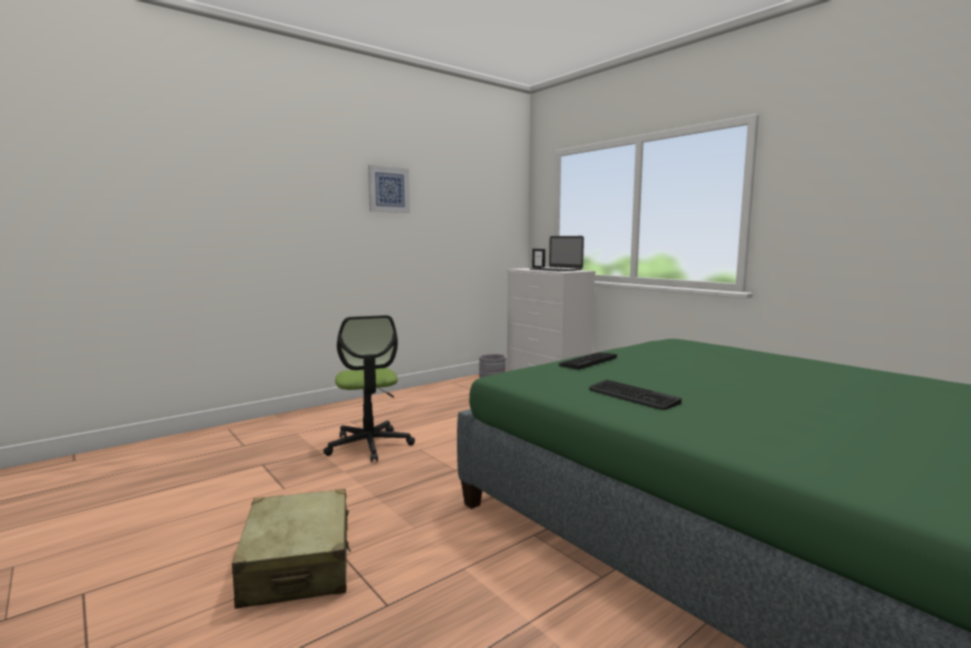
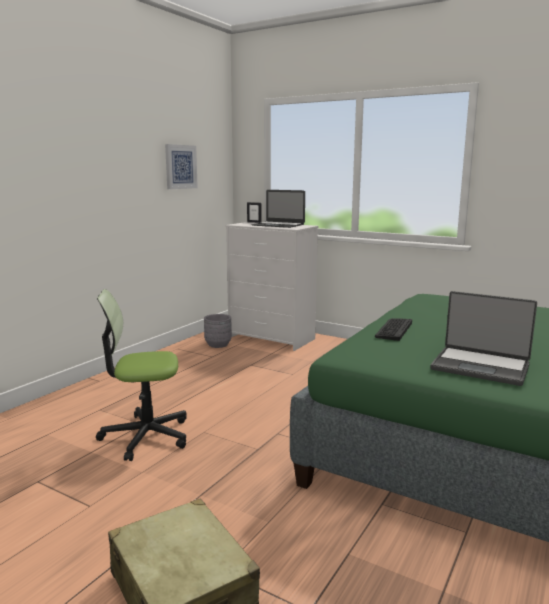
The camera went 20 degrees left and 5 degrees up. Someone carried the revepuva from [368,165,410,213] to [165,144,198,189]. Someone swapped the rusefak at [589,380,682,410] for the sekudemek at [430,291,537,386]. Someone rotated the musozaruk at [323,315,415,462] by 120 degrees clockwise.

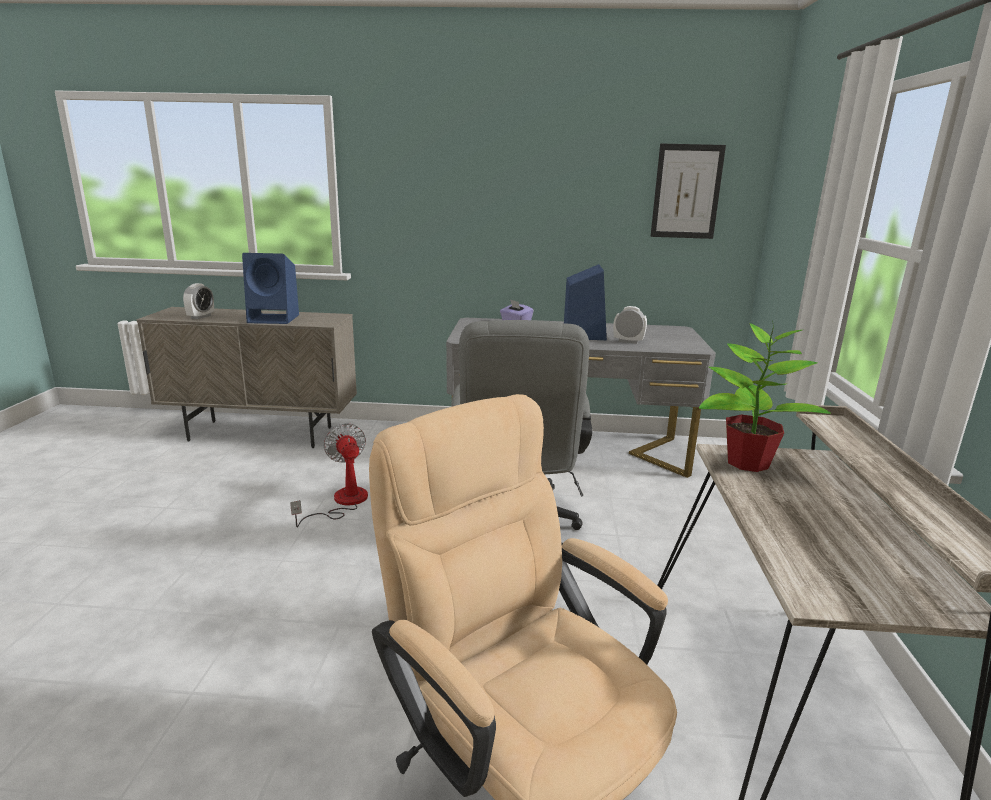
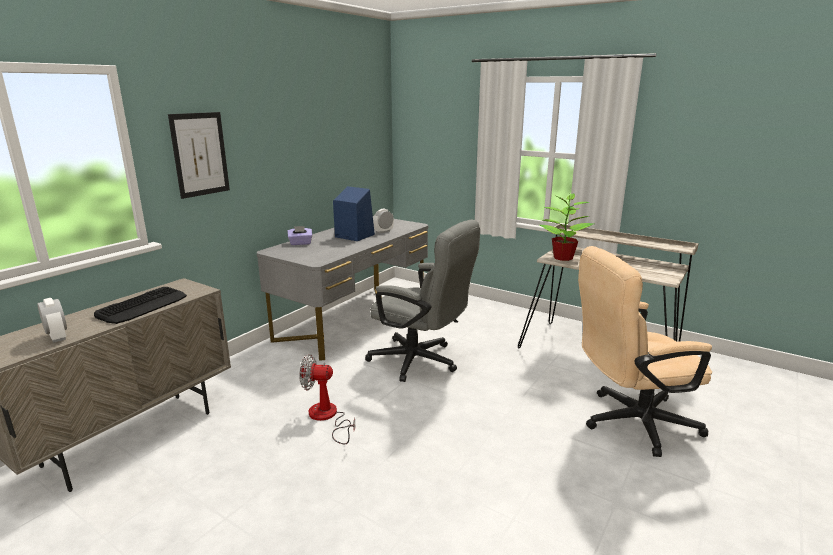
The camera went 60 degrees left and 0 degrees up. Someone carried the revepuva from [651,144,726,239] to [168,112,230,199]. Someone swapped the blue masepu at [242,253,299,324] for the rusefak at [94,287,187,324].

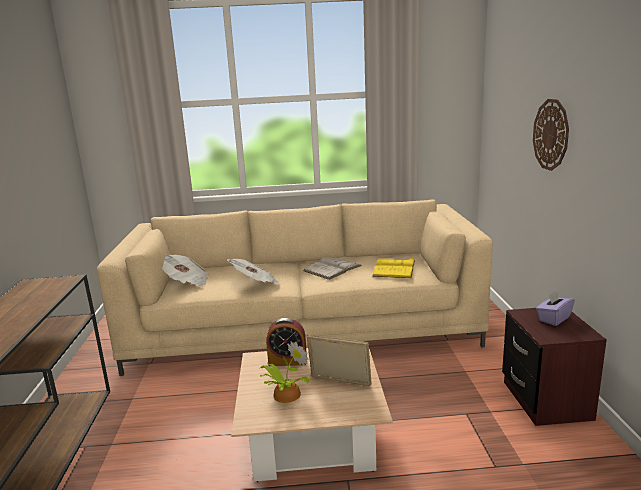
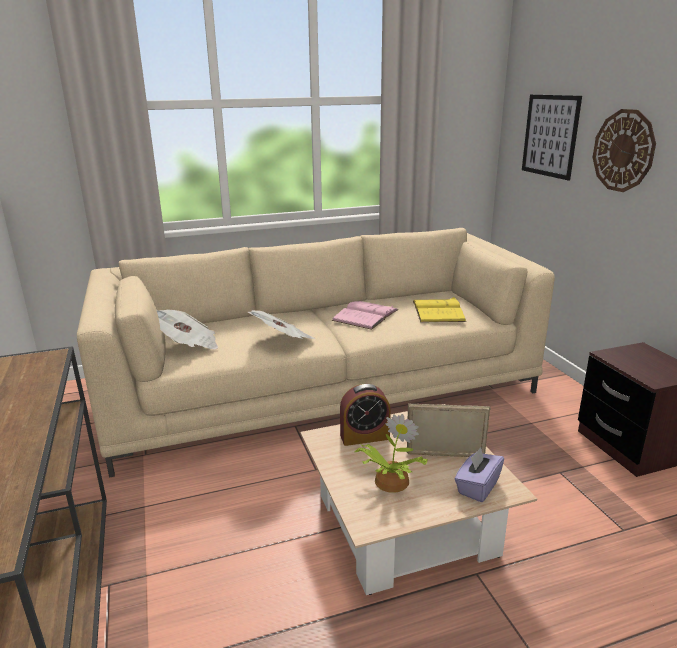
The camera went 15 degrees left and 5 degrees up. Someone put up the revepuva at [522,95,582,181]. Someone carried the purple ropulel from [536,290,575,326] to [455,447,504,502]. Someone repainted the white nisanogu at [303,257,362,280], which became the pink nisanogu at [332,301,398,330].

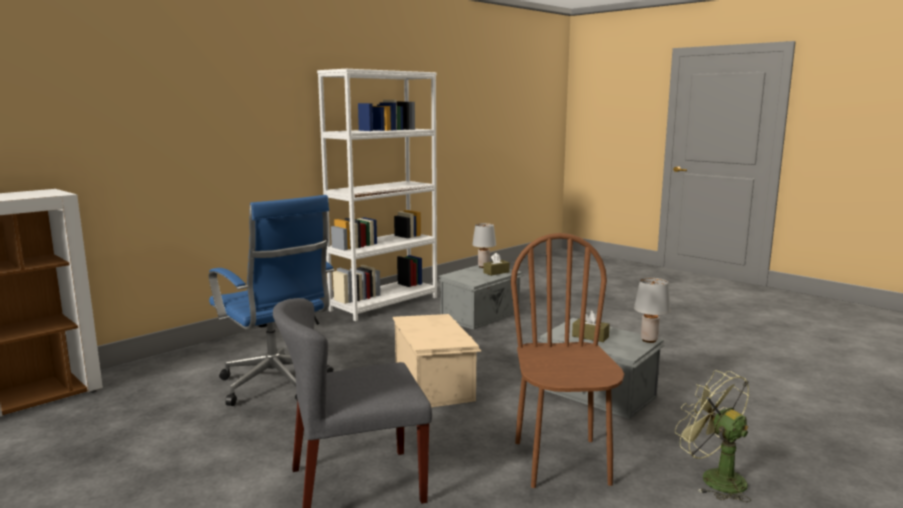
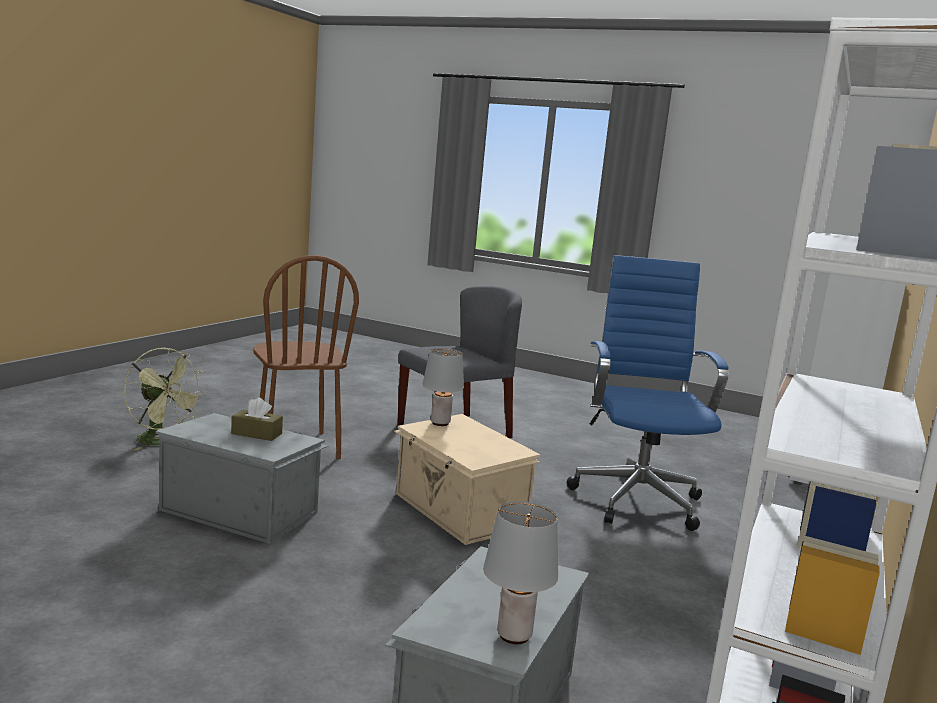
The camera went 160 degrees right and 0 degrees up. Someone took away the brown ropulel at [483,253,510,276]. Someone carried the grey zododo from [634,278,670,343] to [423,348,464,426]. Someone rotated the blue musozaruk at [208,195,335,406] by 60 degrees clockwise.

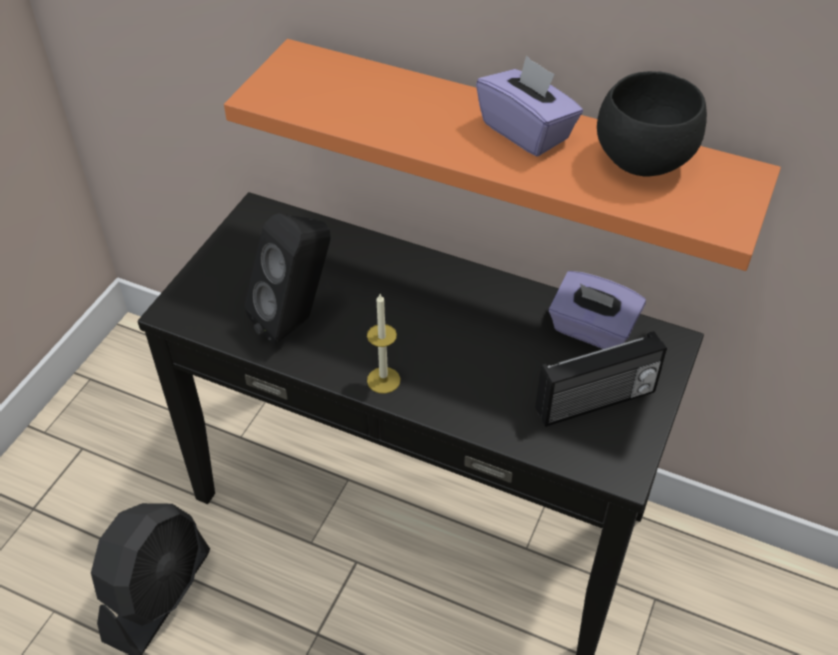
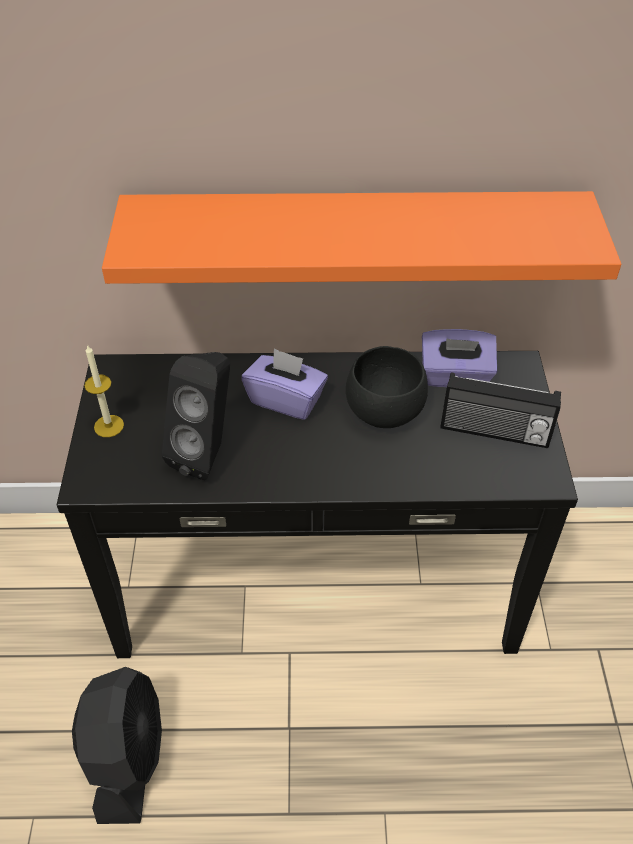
The camera went 25 degrees left and 0 degrees up. Someone carried the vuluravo from [367,294,401,394] to [84,344,124,437]. Someone carried the purple ropulel from [476,55,583,157] to [242,348,328,420]. Someone carried the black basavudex from [597,71,707,176] to [346,346,428,428]. Someone rotated the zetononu at [535,331,667,427] by 60 degrees clockwise.

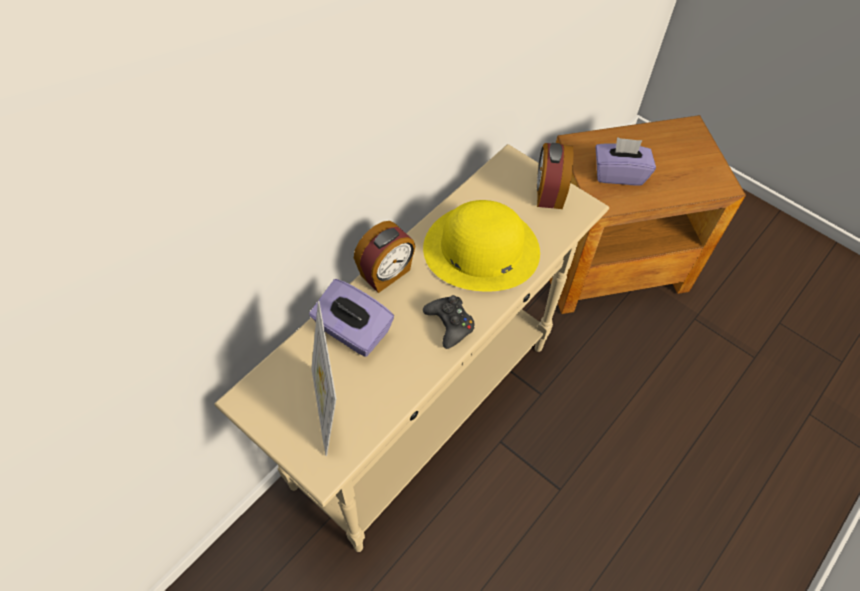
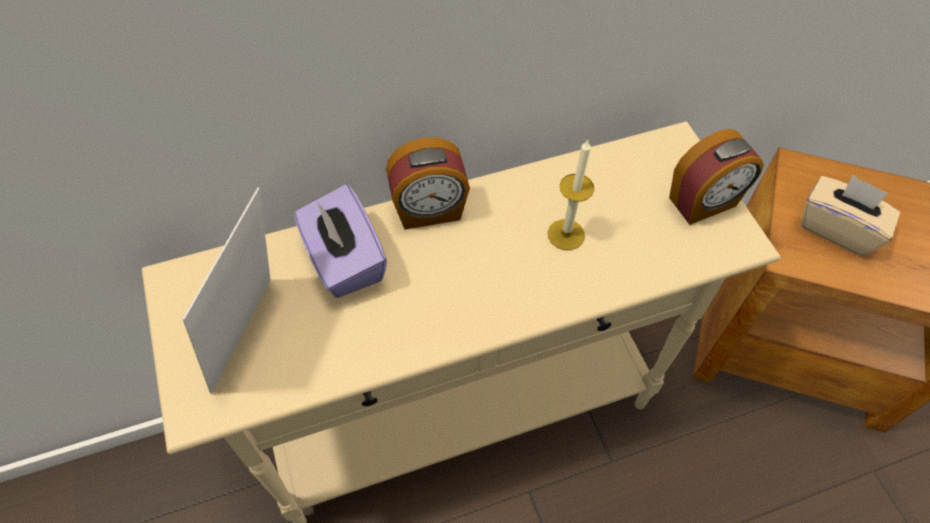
The camera went 30 degrees right and 0 degrees up. Someone took away the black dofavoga at [423,295,475,349]. Someone swapped the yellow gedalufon at [423,200,540,292] for the vuluravo at [548,139,594,250]. Someone repainted the purple ropulel at [595,137,656,185], which became the beige ropulel at [801,175,900,256]. Someone rotated the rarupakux at [537,143,574,209] by 150 degrees counterclockwise.

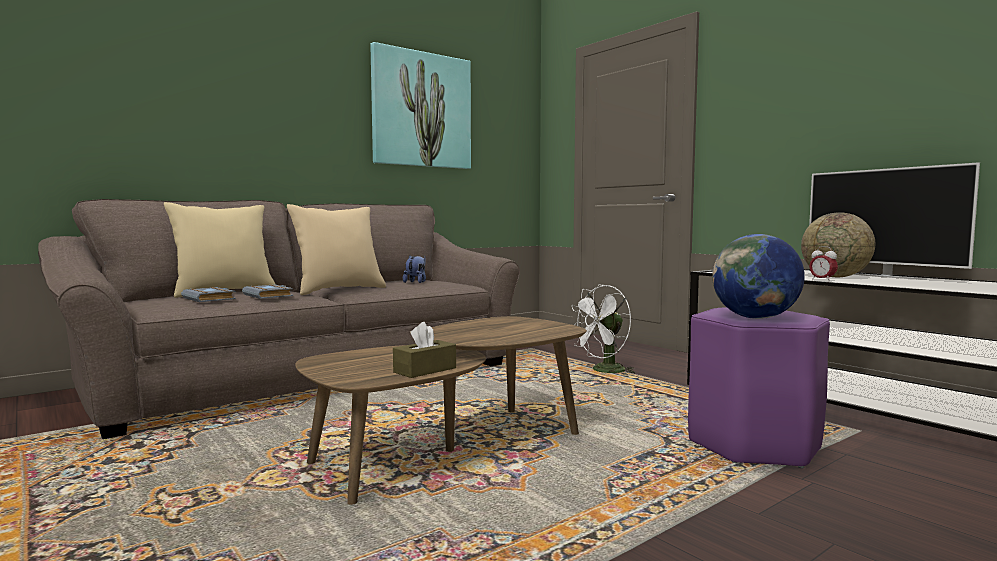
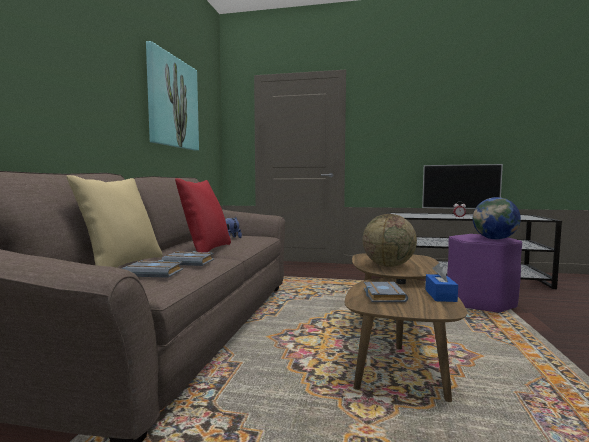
The camera went 40 degrees left and 0 degrees up. Someone took away the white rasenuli at [572,284,636,376]. Someone put down the grey nisanogu at [364,281,408,302]. Someone carried the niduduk from [801,212,875,277] to [363,214,417,267]. Someone repainted the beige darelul at [287,204,386,295], which became the red darelul at [175,178,231,253]. Someone repainted the brown ropulel at [393,322,456,378], which became the blue ropulel at [425,263,458,302].

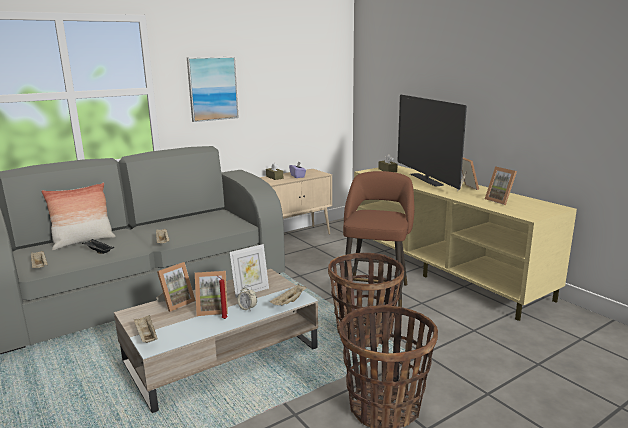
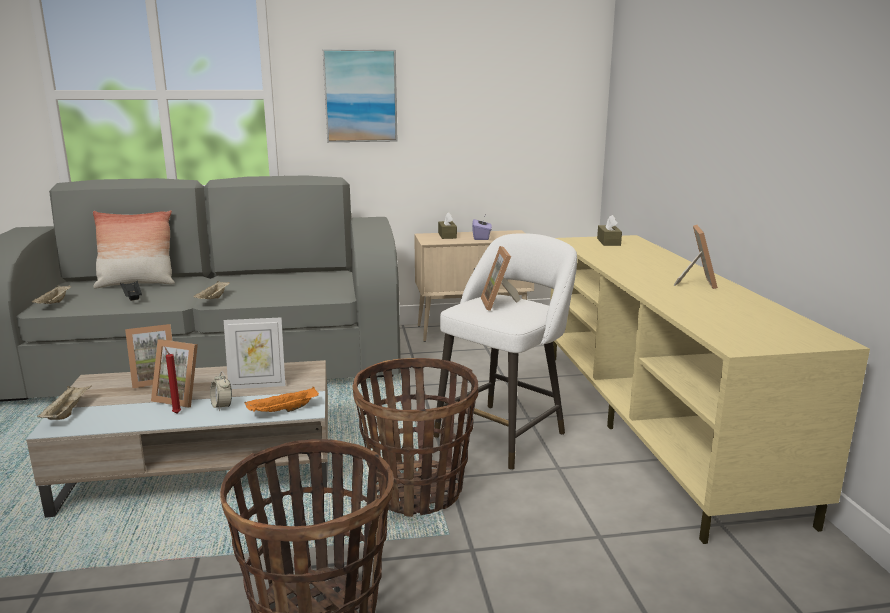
The camera went 25 degrees right and 0 degrees up. Someone took away the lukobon at [398,95,467,189]. Someone carried the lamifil from [485,166,517,205] to [481,246,520,311]. Someone repainted the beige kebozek at [270,284,307,305], which became the orange kebozek at [245,387,319,412]. Someone repainted the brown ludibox at [343,171,414,307], which became the white ludibox at [434,233,577,470].

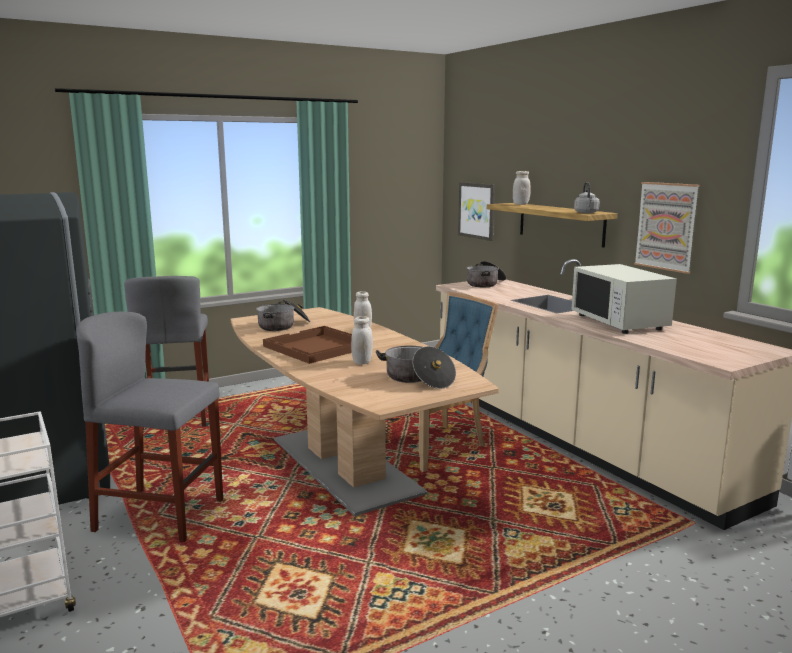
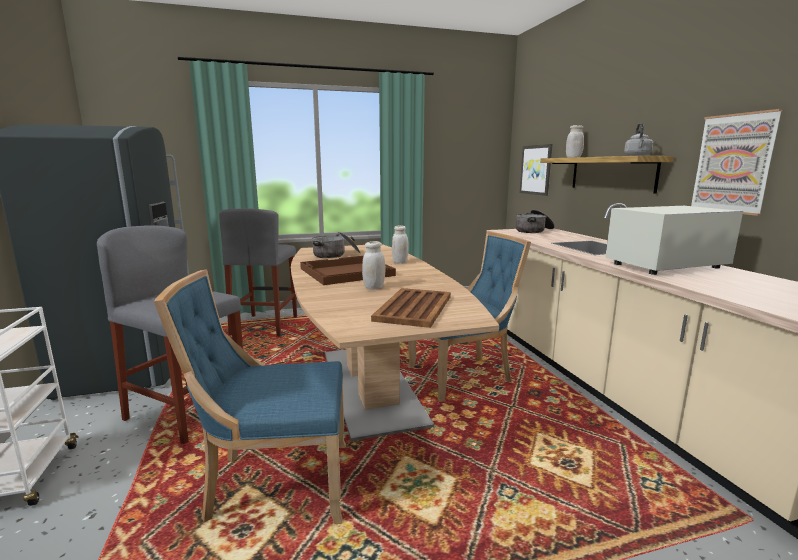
The camera went 15 degrees right and 0 degrees up. Someone put down the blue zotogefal at [154,270,346,524]. Someone swapped the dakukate at [376,346,456,389] for the brown kebozek at [371,288,451,328]. Someone rotated the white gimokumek at [571,264,677,334] by 75 degrees clockwise.

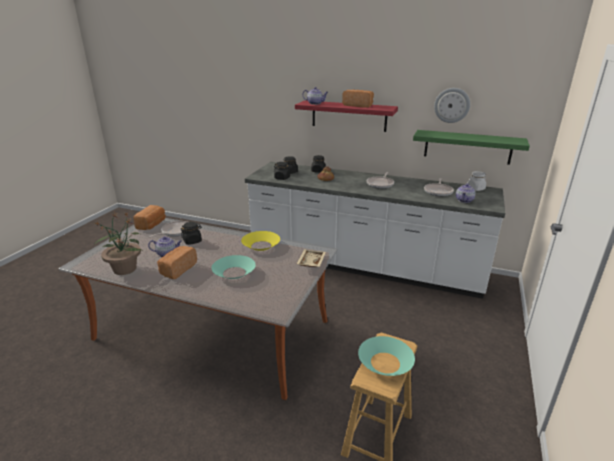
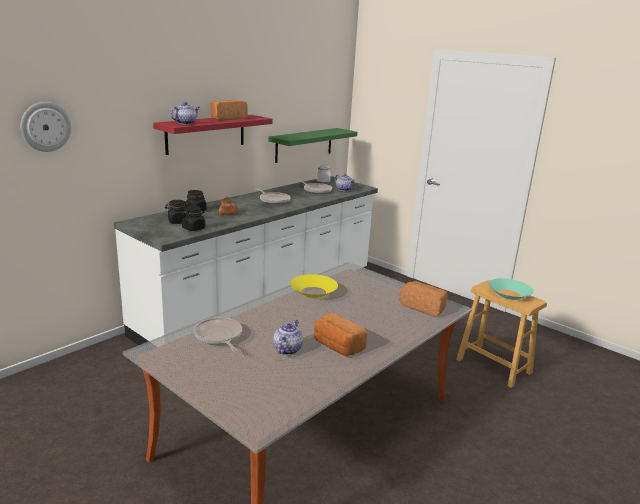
The camera went 70 degrees left and 5 degrees down. Someone took away the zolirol at [94,212,141,275]. Someone took away the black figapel at [181,222,202,245]. Someone took away the turquoise basavudex at [211,255,256,279]. Someone took away the beige kebozek at [296,249,326,267]. Someone carried the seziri from [133,205,166,230] to [399,281,448,316]. Someone carried the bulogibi from [434,88,470,123] to [21,102,71,152].

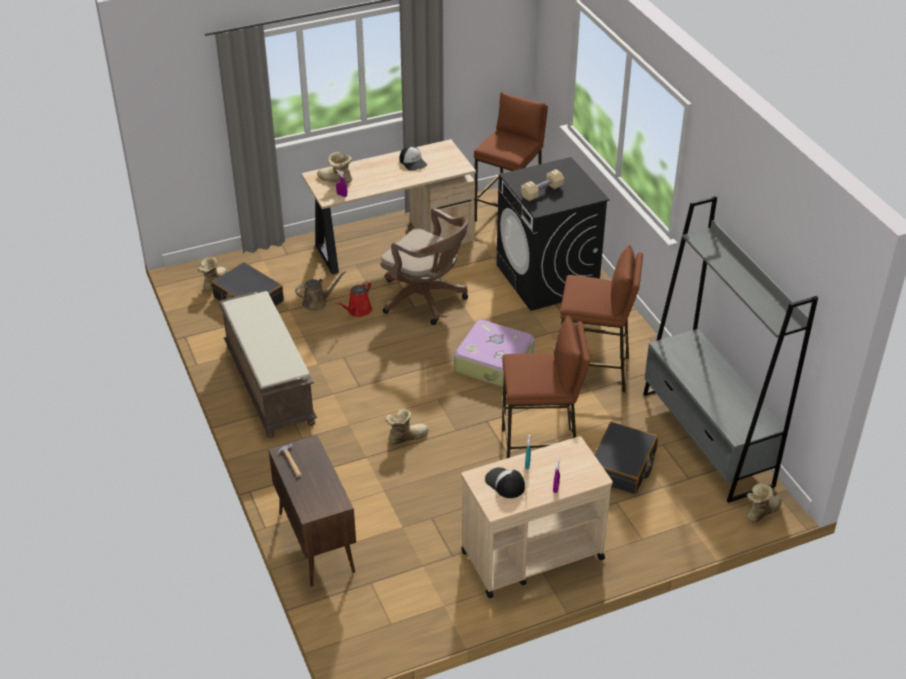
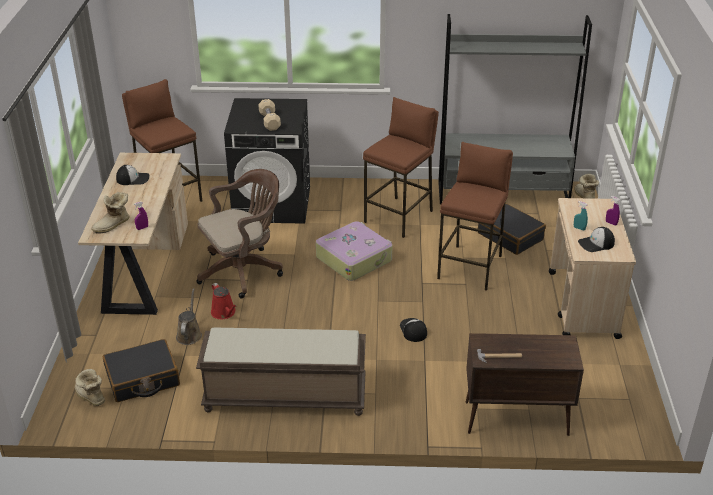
The camera went 65 degrees left and 5 degrees down. Someone swapped the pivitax at [385,409,429,444] for the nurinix at [400,318,427,342].

